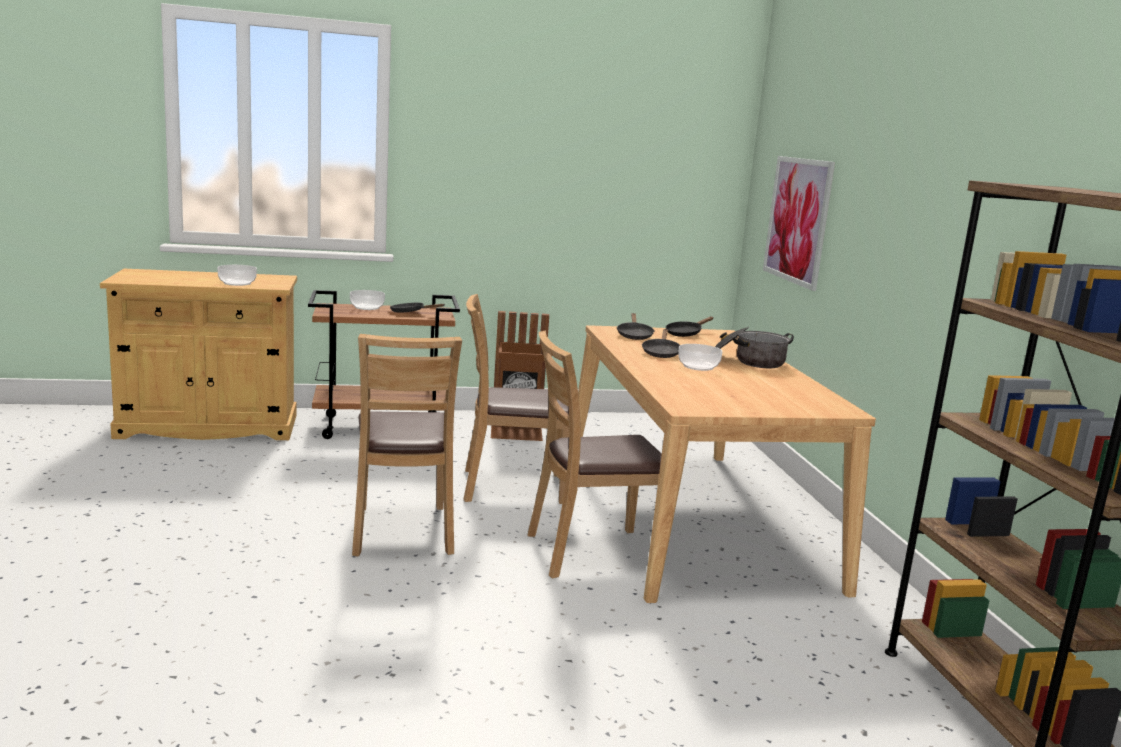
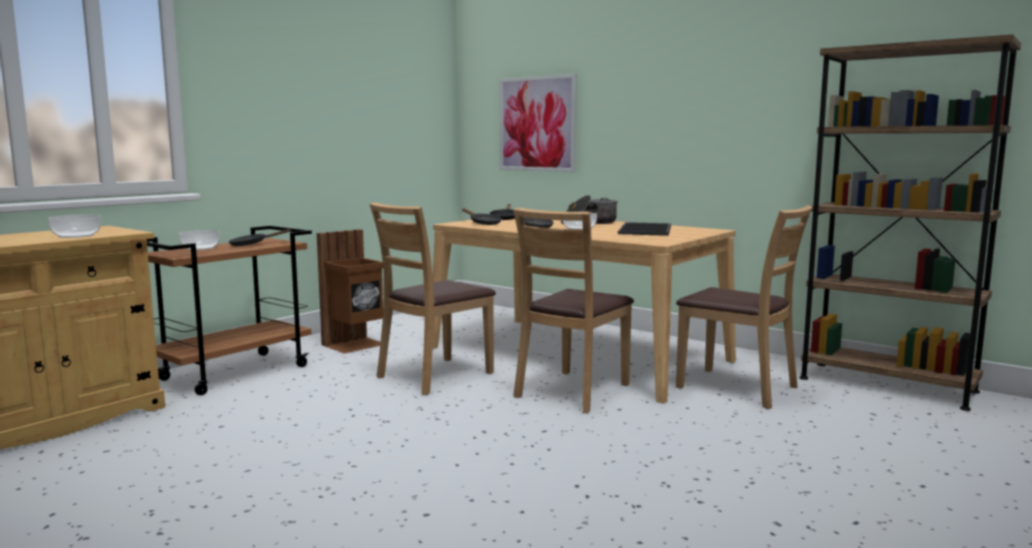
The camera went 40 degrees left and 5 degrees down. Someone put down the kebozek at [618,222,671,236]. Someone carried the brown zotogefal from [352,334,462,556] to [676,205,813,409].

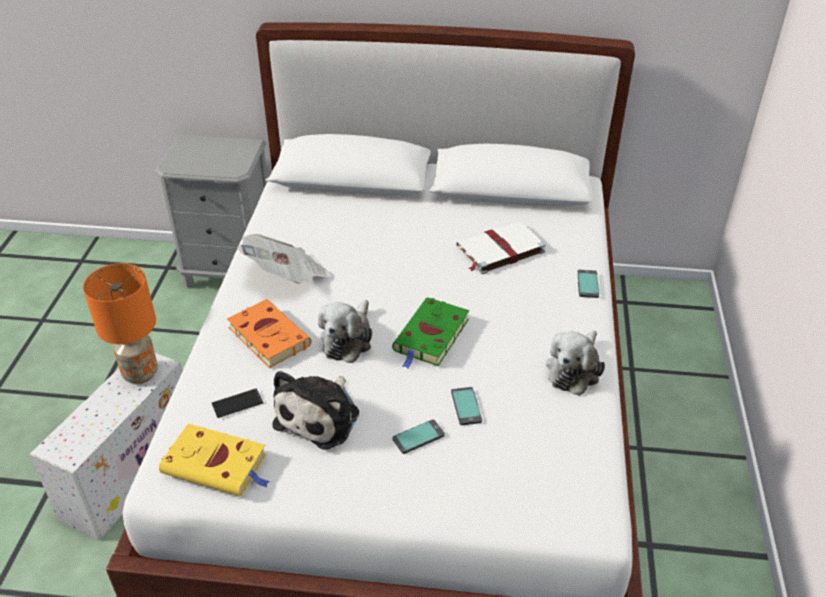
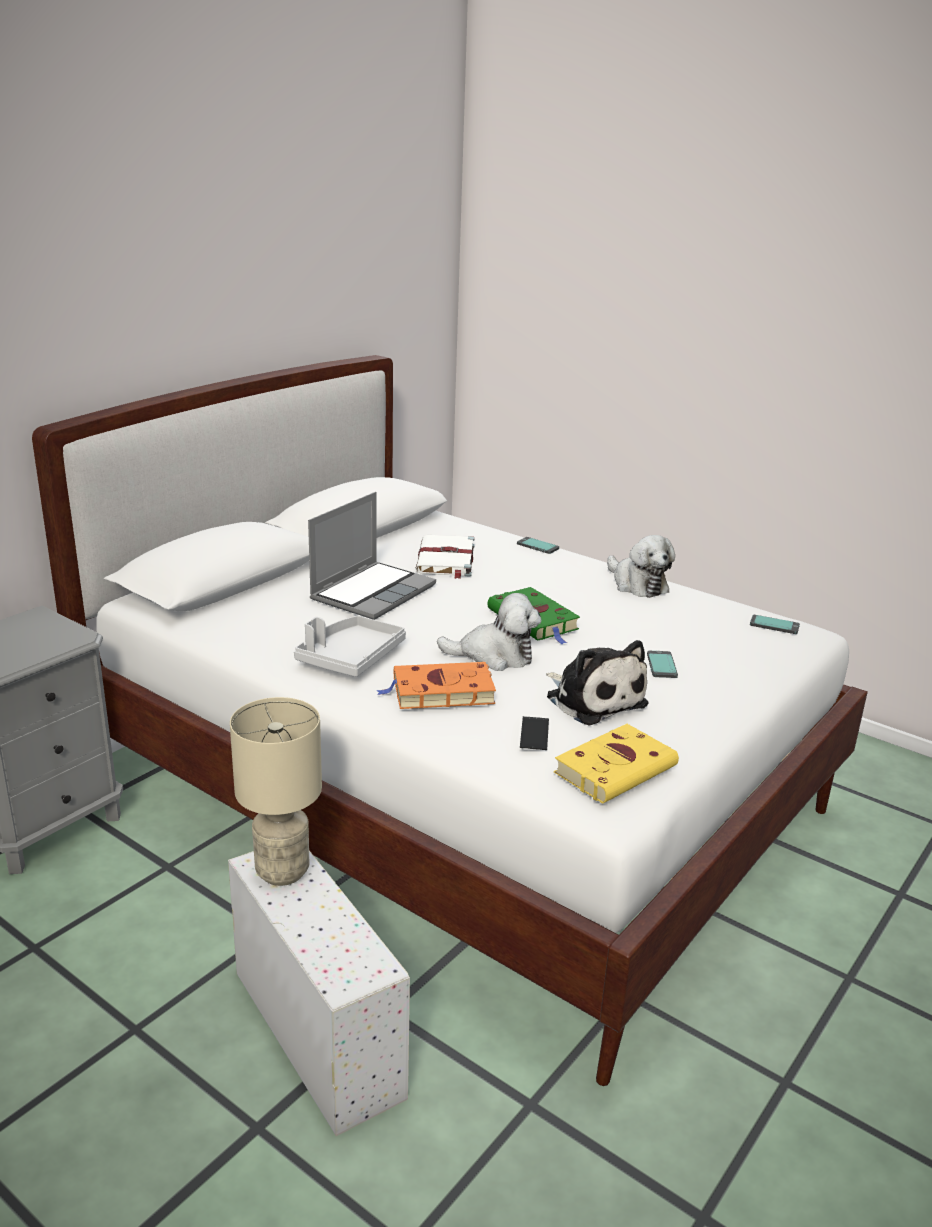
The camera went 60 degrees left and 15 degrees down. Someone put down the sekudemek at [308,492,436,620]. Someone carried the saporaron from [451,387,482,425] to [750,615,800,634]. Someone swapped the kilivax at [237,234,331,283] for the grey kebozek at [294,616,406,677]. Someone repainted the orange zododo at [83,263,158,384], which became the beige zododo at [230,697,322,886]. Someone rotated the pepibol at [318,300,372,363] by 45 degrees counterclockwise.

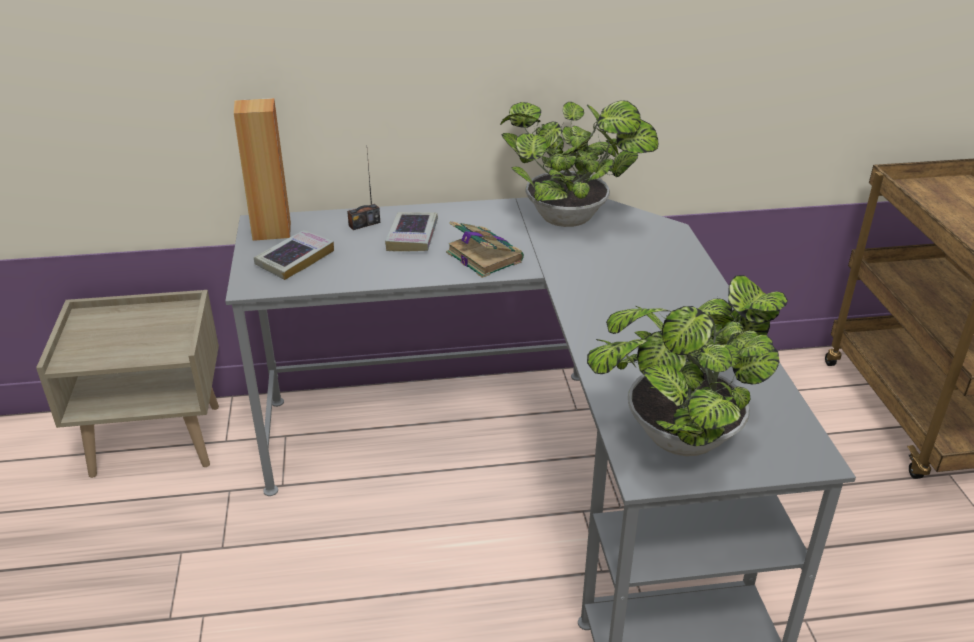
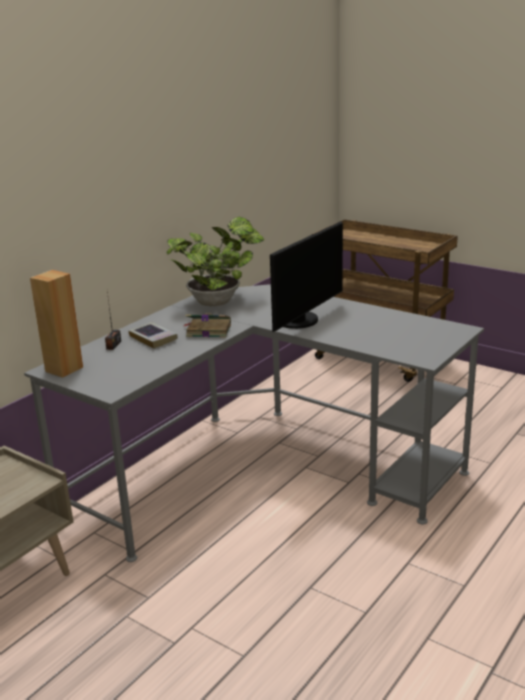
The camera went 45 degrees left and 10 degrees down. Someone took away the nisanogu at [254,230,334,280]. Someone took away the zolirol at [587,275,788,456]. Someone put down the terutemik at [270,221,343,332].

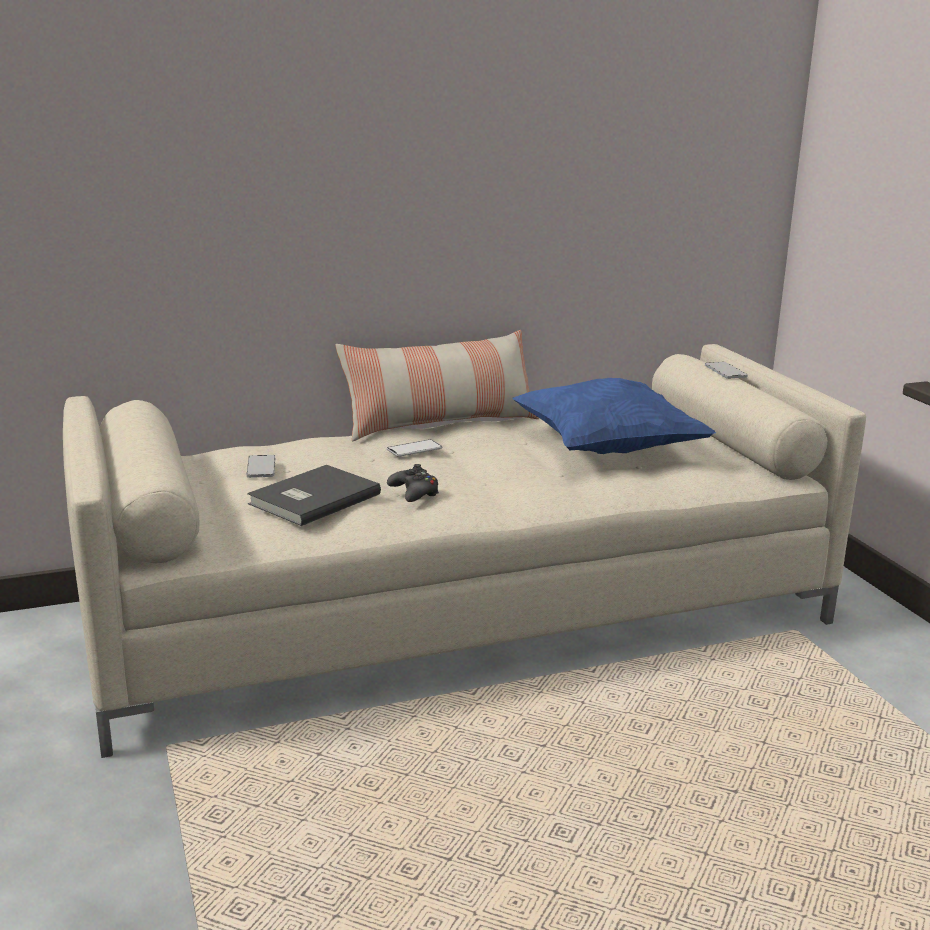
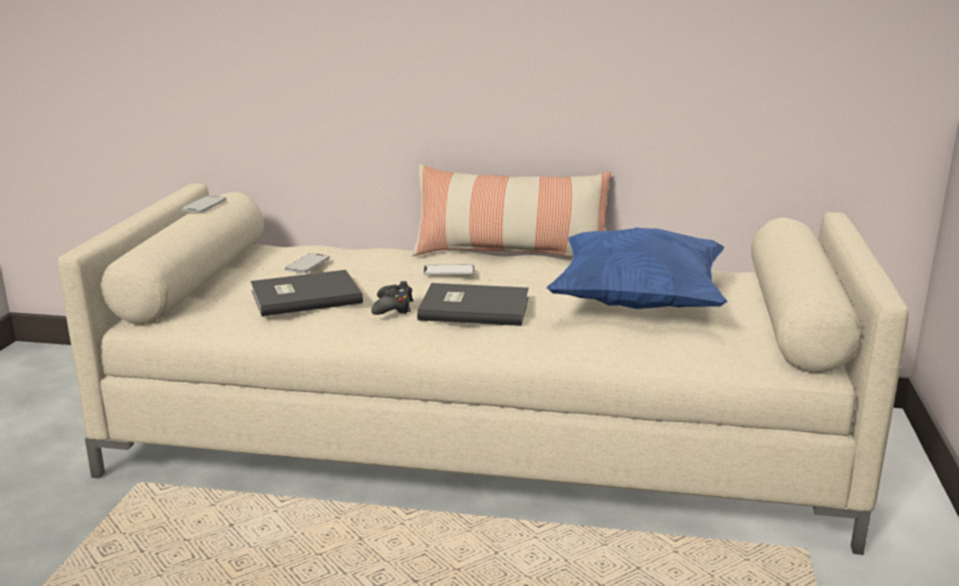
The camera went 30 degrees right and 0 degrees up. Someone put down the grey nisanogu at [417,283,529,326]. Someone carried the saporaron from [705,362,748,379] to [181,196,226,213].

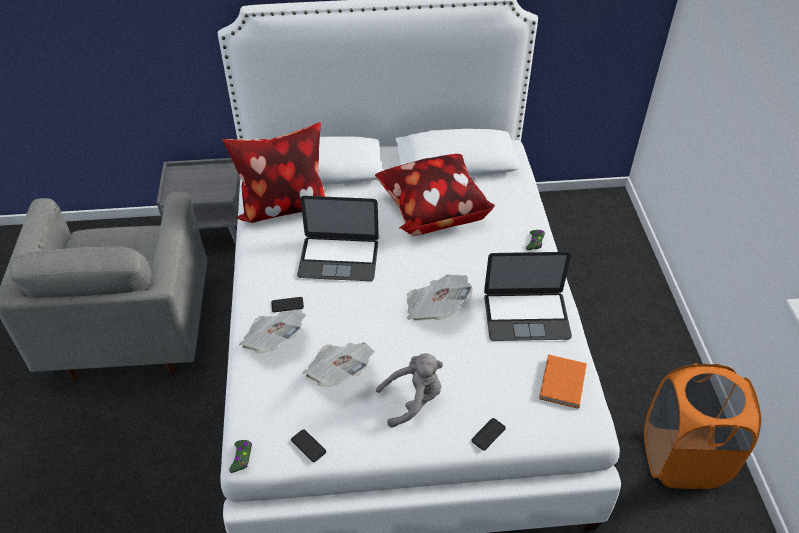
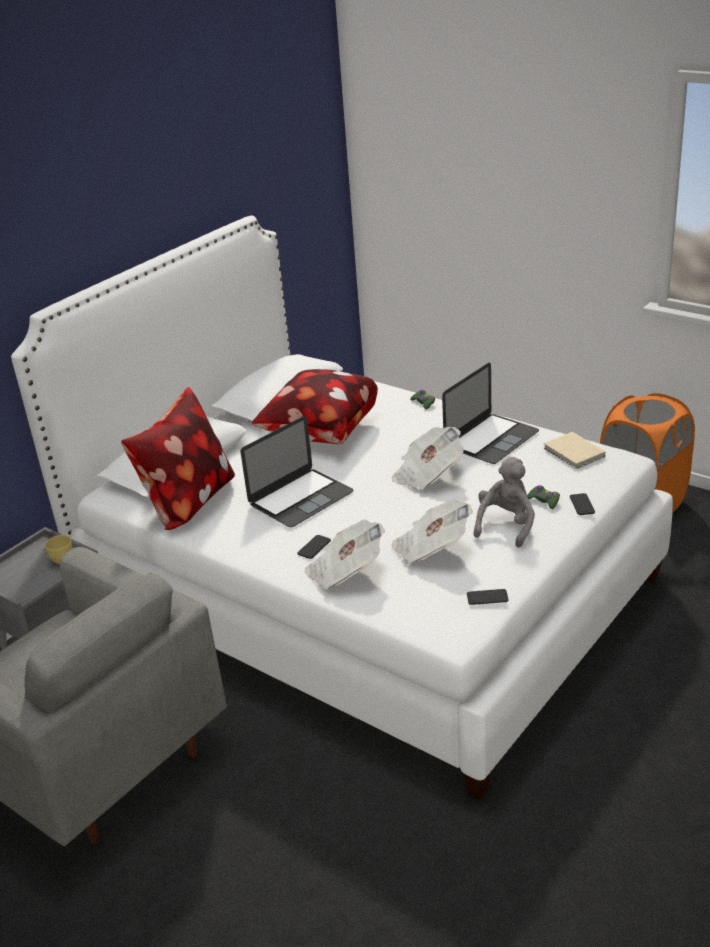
The camera went 45 degrees left and 15 degrees down. Someone put down the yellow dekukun at [45,535,73,564]. Someone carried the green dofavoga from [229,440,252,473] to [527,485,560,509]. Someone repainted the orange nisanogu at [539,354,587,409], which became the beige nisanogu at [543,432,606,469].

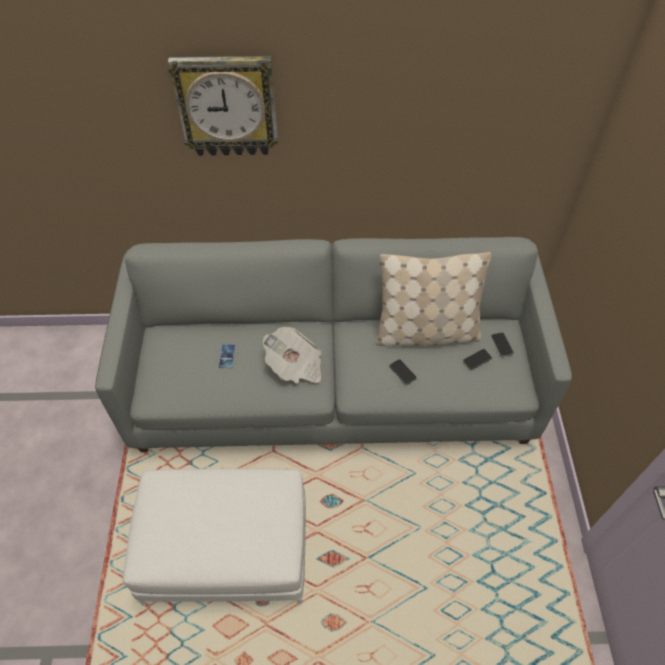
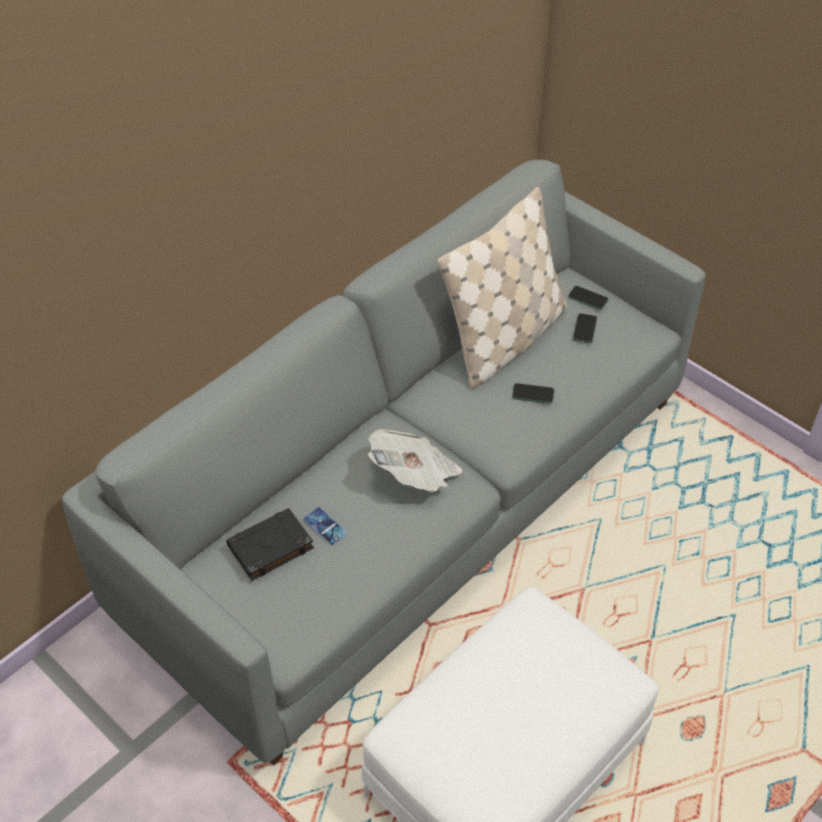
The camera went 45 degrees left and 5 degrees down. Someone took away the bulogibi at [168,56,278,156]. Someone put down the black nisanogu at [226,508,314,581].

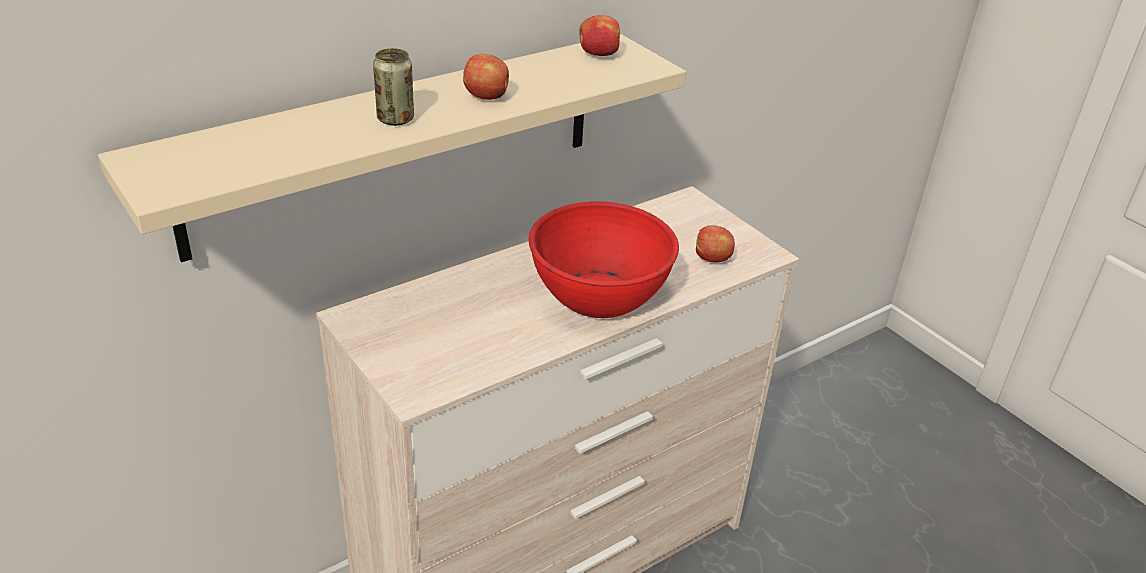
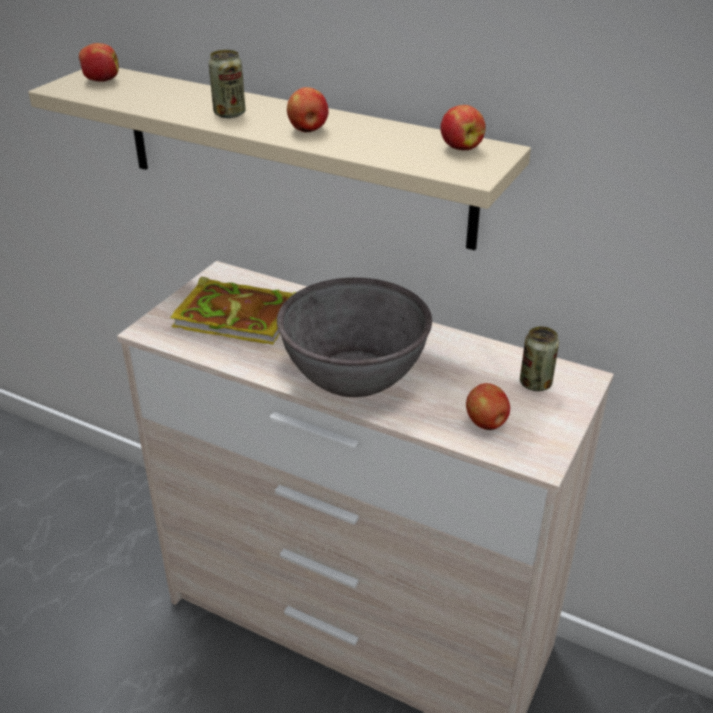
The camera went 65 degrees right and 0 degrees up. Someone put down the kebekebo at [79,43,119,82]. Someone put down the nisanogu at [170,277,296,345]. Someone put down the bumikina at [520,326,559,391]. Someone repainted the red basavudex at [529,201,679,318], which became the grey basavudex at [277,278,432,397].

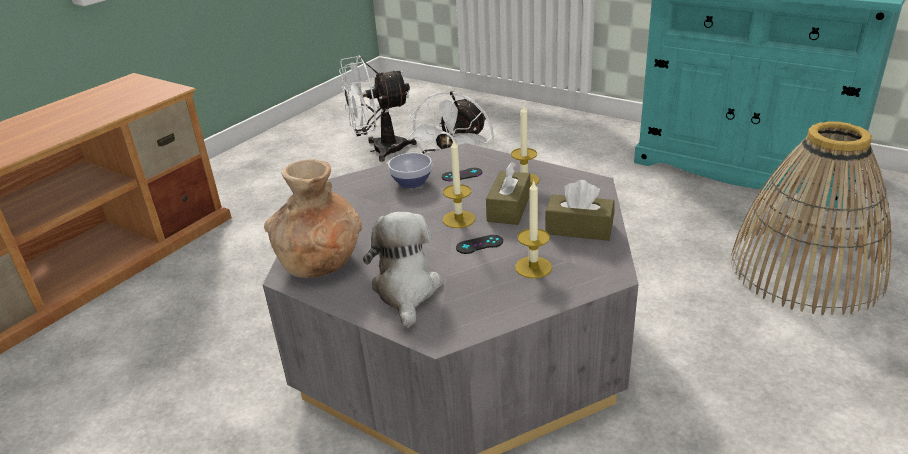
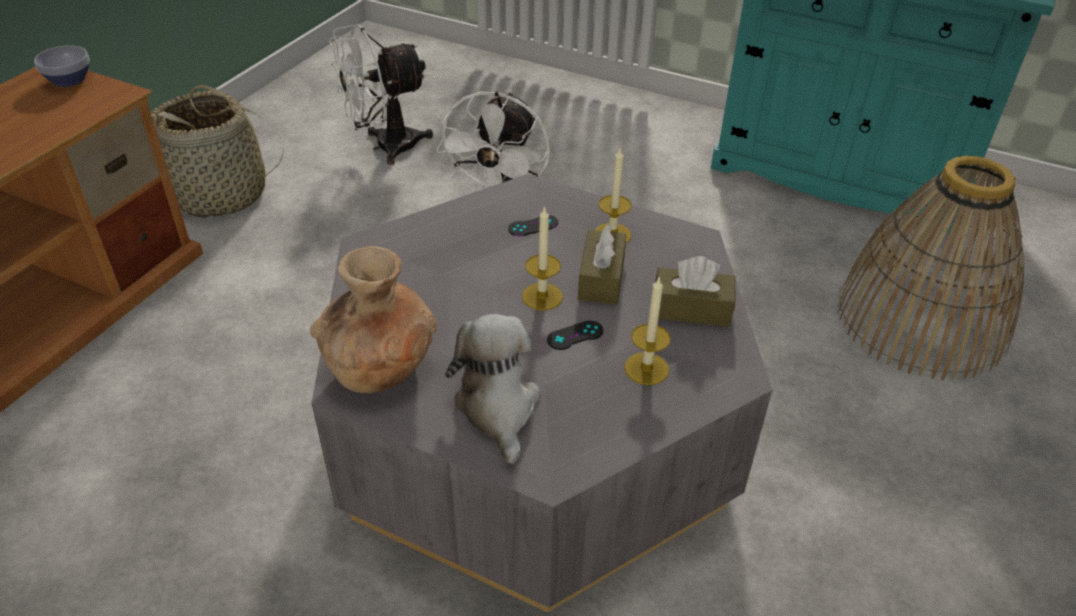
The camera went 10 degrees left and 10 degrees up. Someone put down the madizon at [150,85,284,217]. Someone carried the basavudex from [388,153,432,188] to [34,45,90,87].

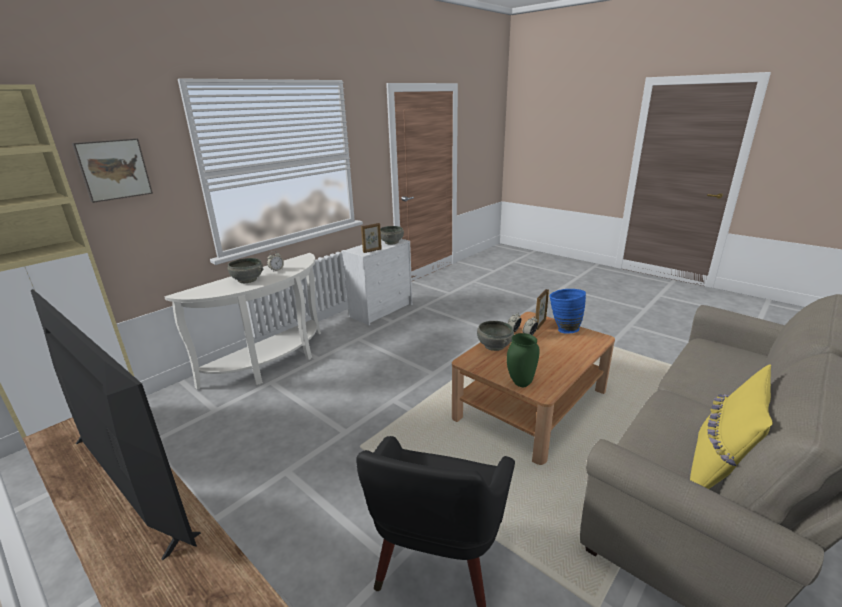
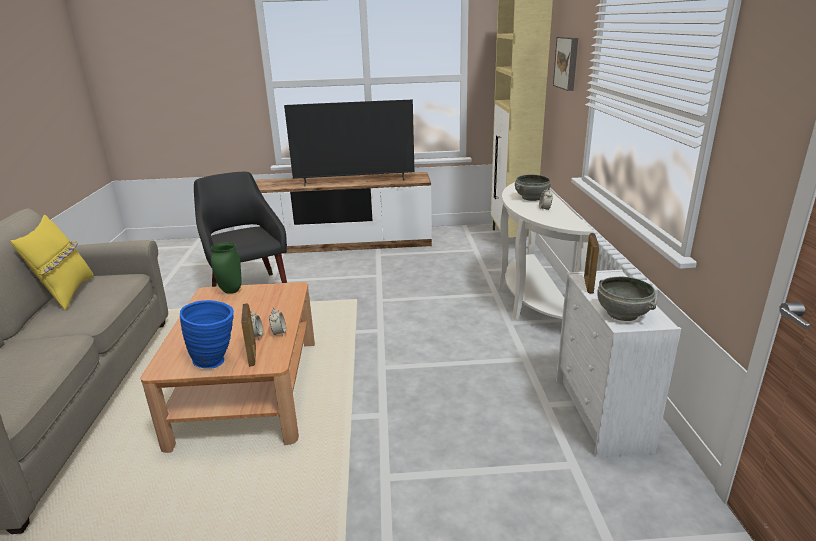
The camera went 135 degrees right and 0 degrees up. Someone took away the grey basavudex at [477,321,514,351].

